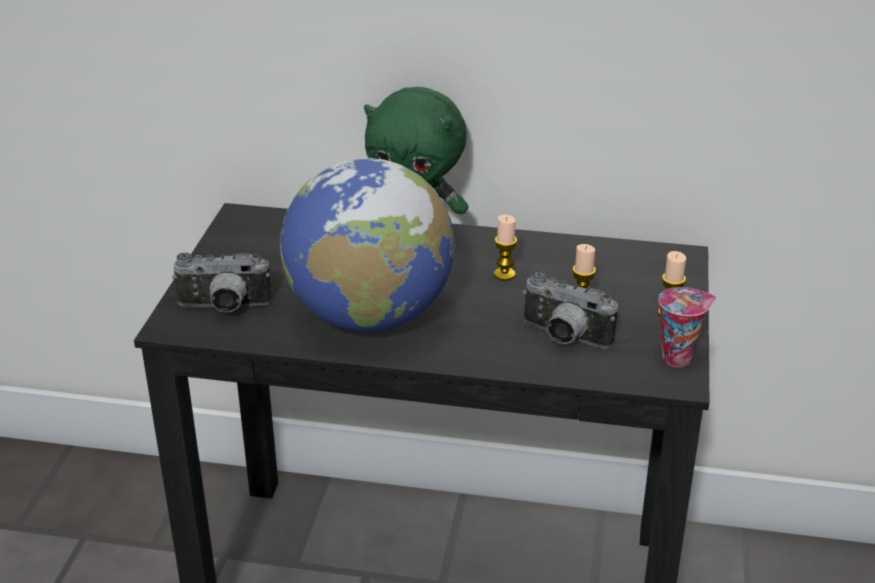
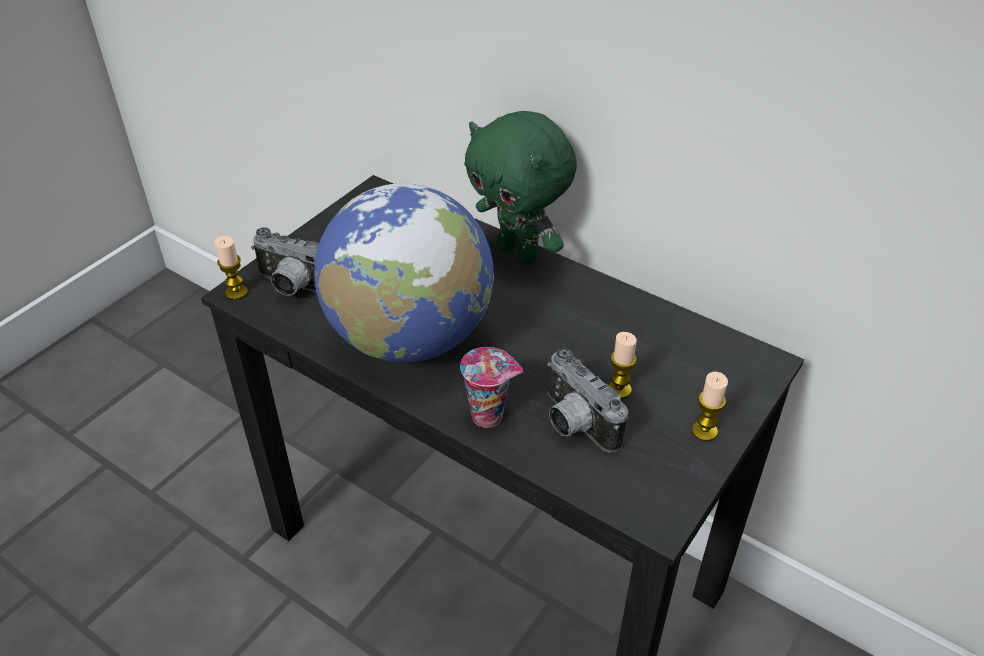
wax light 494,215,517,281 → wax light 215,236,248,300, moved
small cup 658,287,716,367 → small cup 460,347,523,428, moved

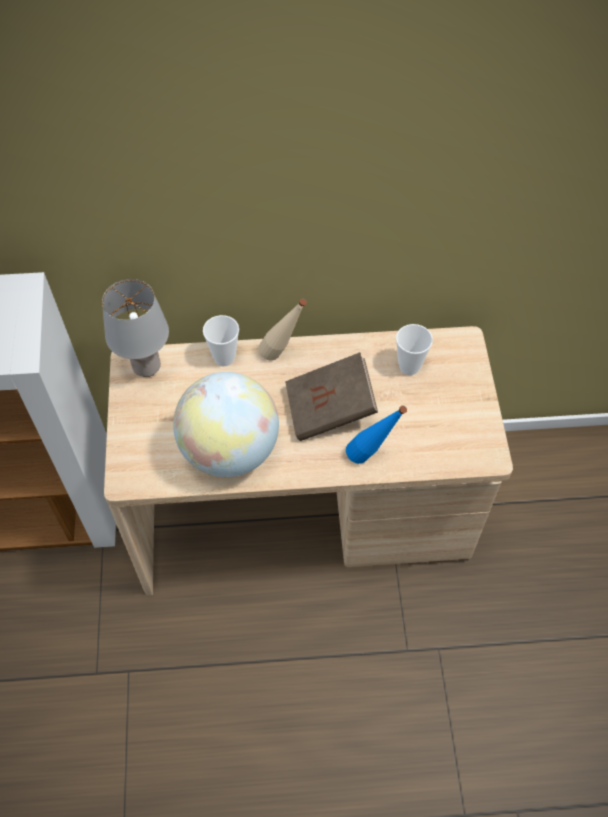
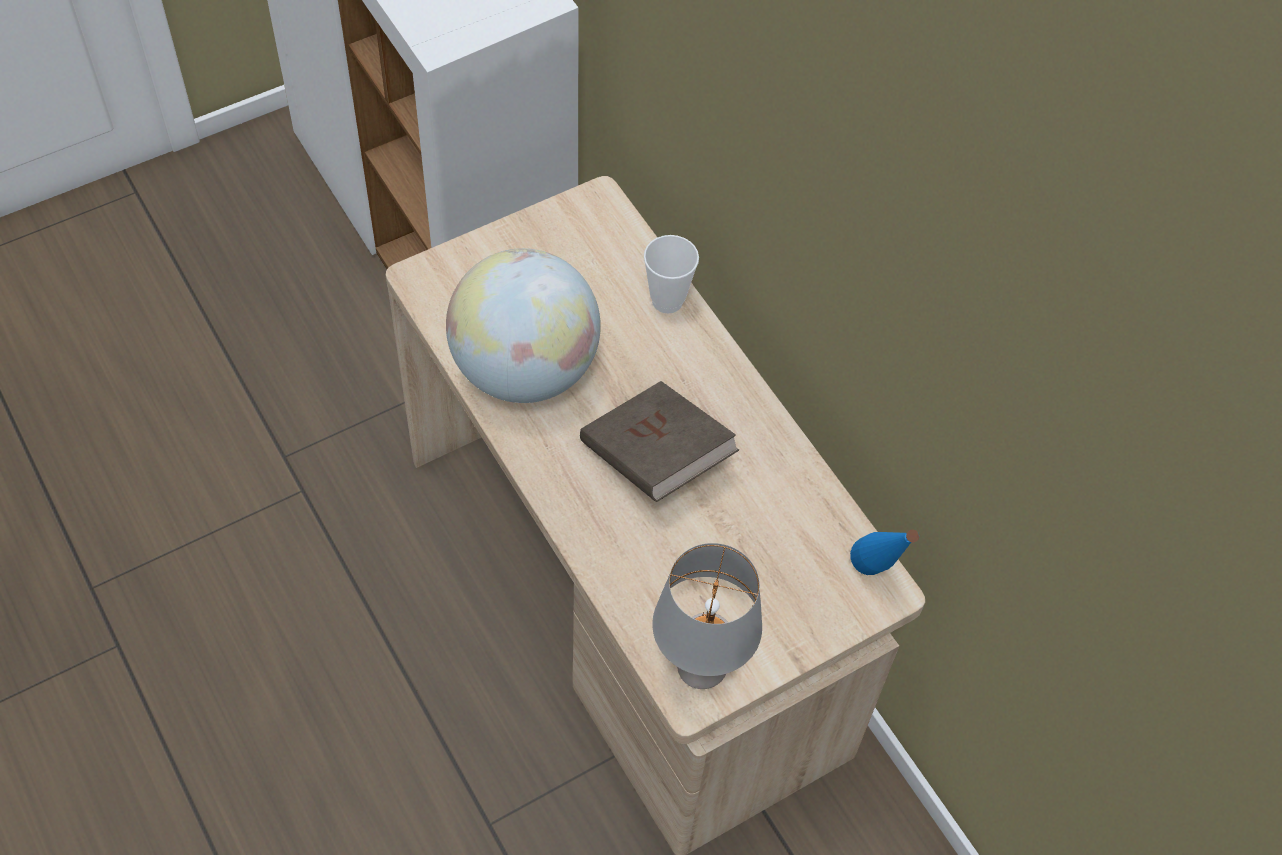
tabletop lamp/grey 102,279,169,377 → tabletop lamp/grey 652,543,762,689, moved
bottle/bluish 346,406,407,464 → bottle/bluish 850,530,919,575, moved
bottle/beige 258,299,307,361 → -
small cup 396,324,433,375 → -

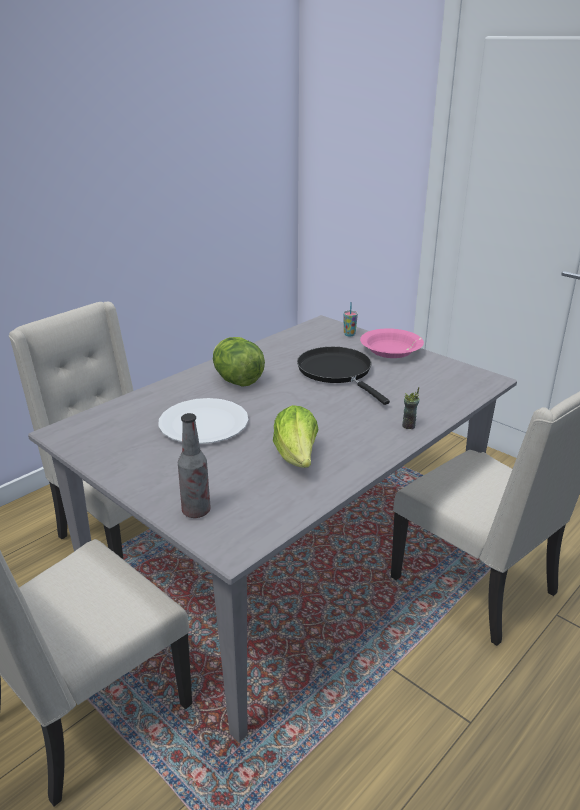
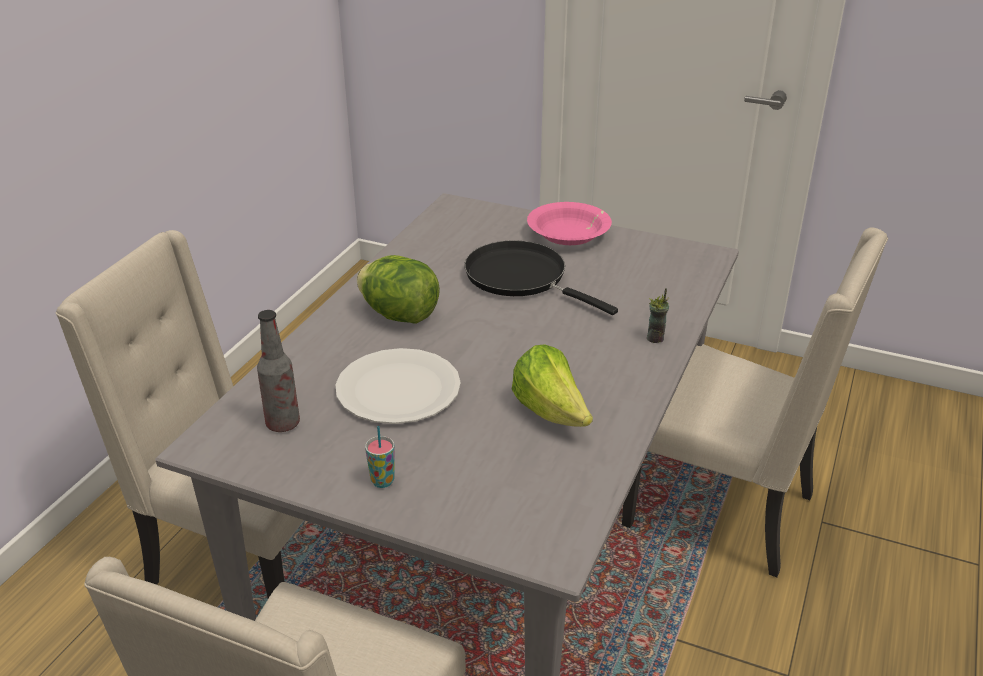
bottle 178,413,211,518 → bottle 257,310,300,432, moved
small cup 343,302,358,337 → small cup 365,426,395,488, moved

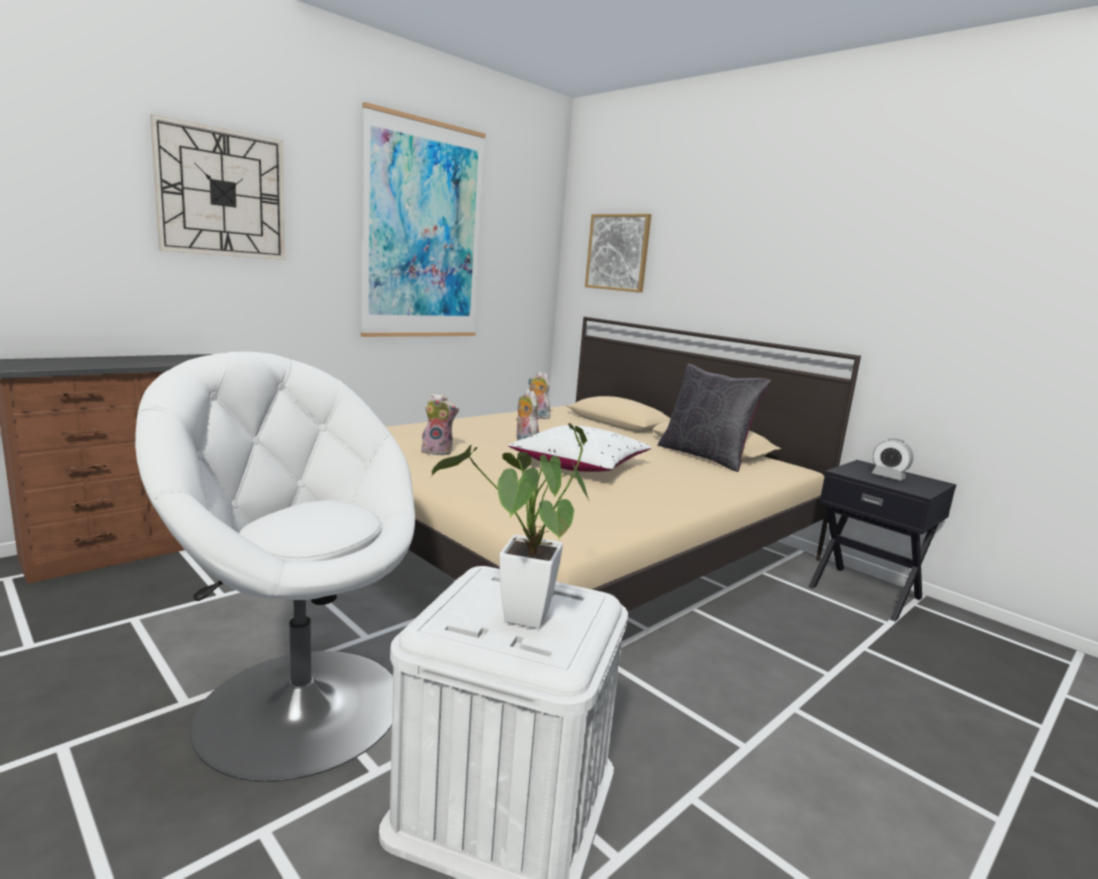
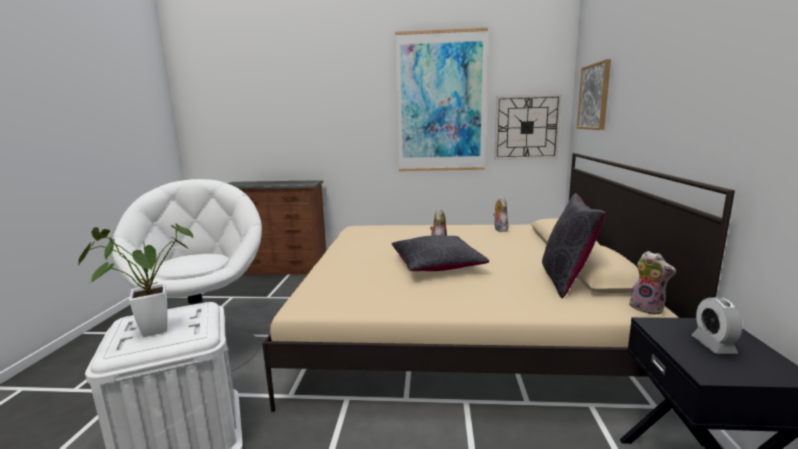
pillow/whitish 508,425,651,472 → pillow/blackish 392,235,489,271
wall clock 150,114,285,260 → wall clock 495,94,562,160, moved
soft toy 421,393,459,456 → soft toy 629,251,676,315, moved

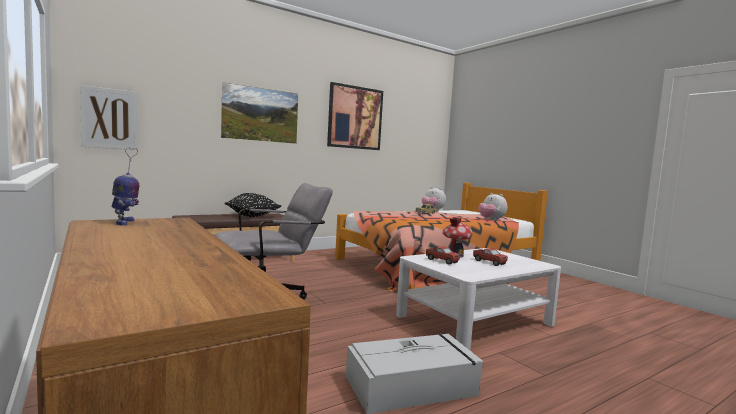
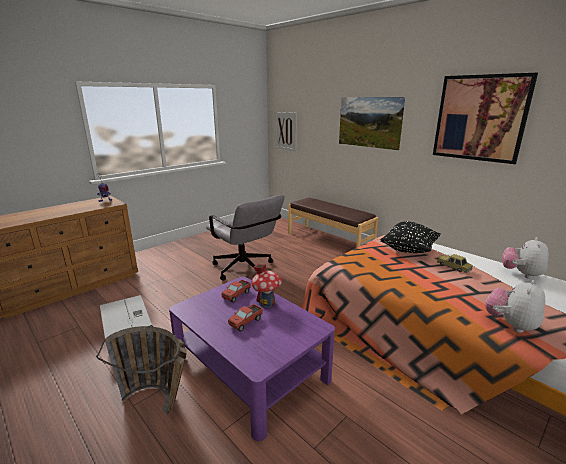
- → storage basket 96,326,187,415
low table/whitish 396,248,561,350 → low table/purplish 169,277,335,441
pillow/blackish 224,193,281,217 → pillow/blackish 380,221,441,253, moved

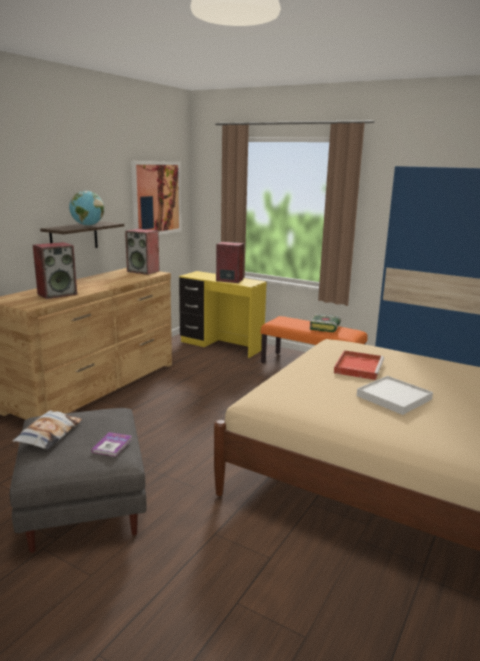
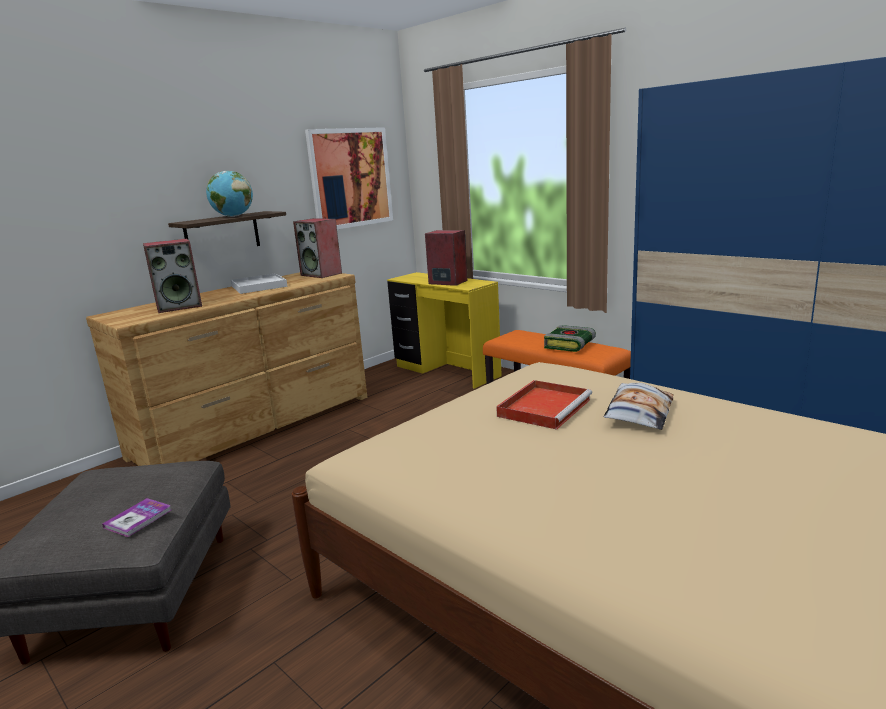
tray/whitish 357,376,433,415 → tray/whitish 231,273,287,294, moved
pillow 12,410,82,450 → pillow 603,383,674,430, moved

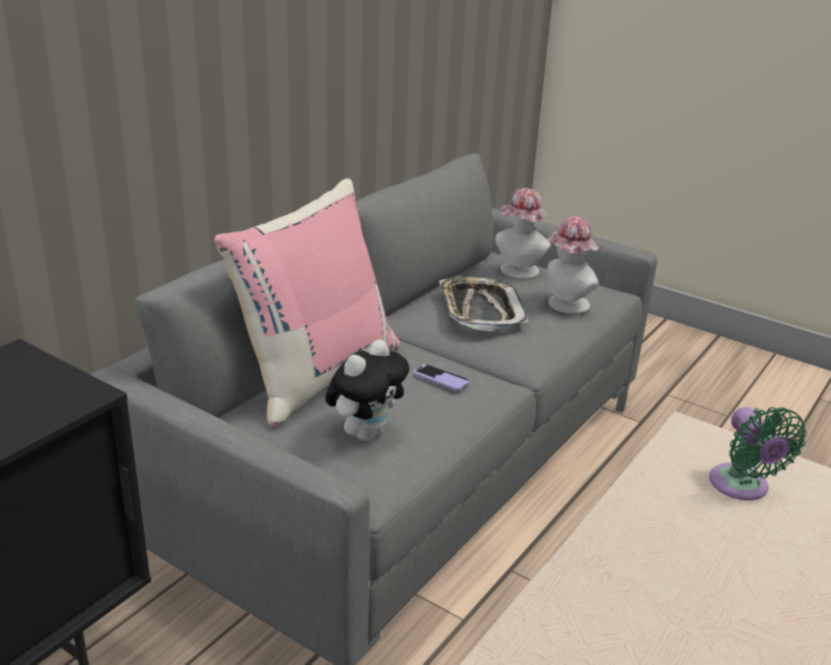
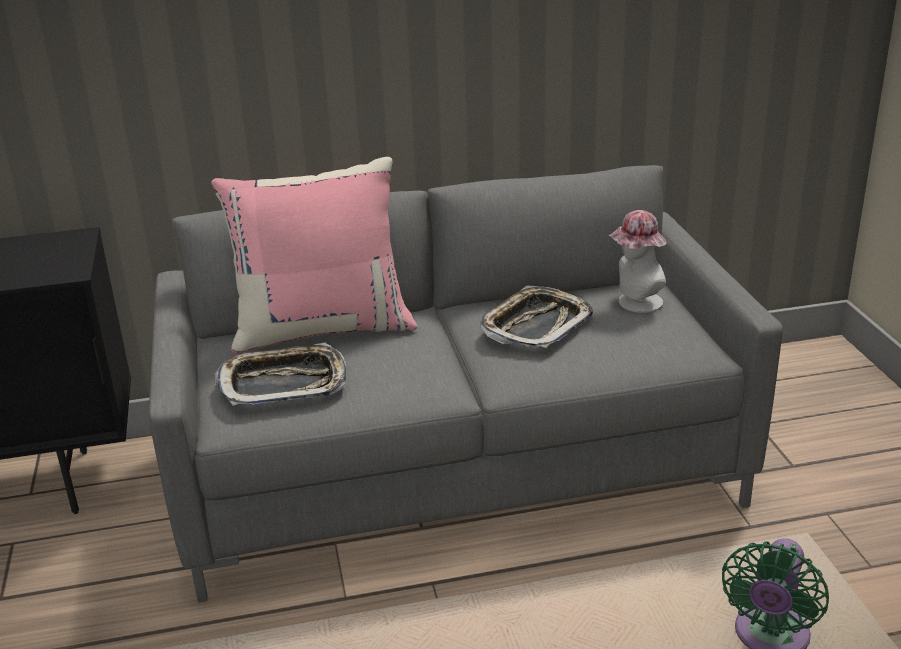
soft toy 325,339,410,441 → tray 215,342,347,406
handset 413,364,470,391 → -
clothing hat 546,217,599,314 → -

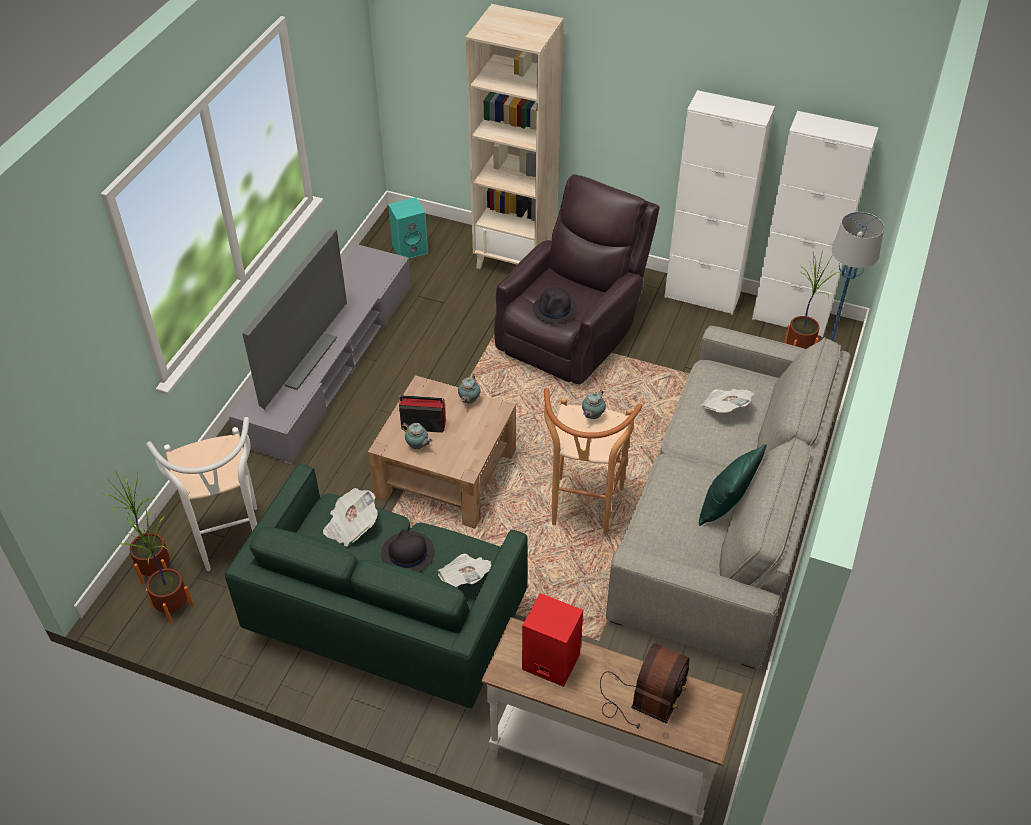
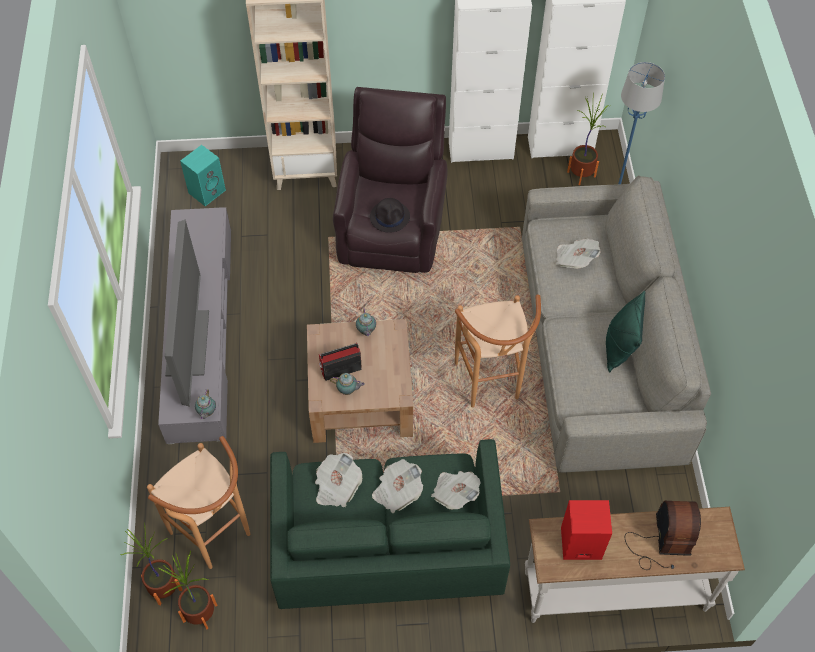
sitting stool/whitish 146,417,257,571 → sitting stool/brown 147,436,250,569
pot for tea 582,389,606,419 → pot for tea 195,389,216,420, moved
clothing hat/blackish 381,529,435,572 → daily paper 372,459,423,513

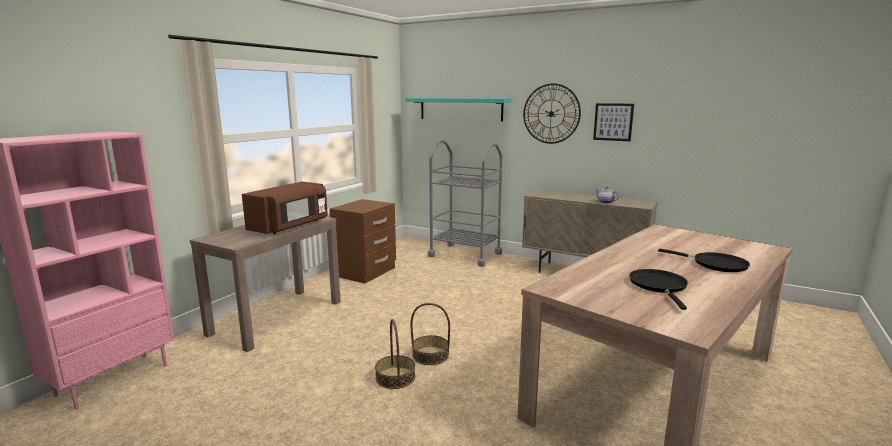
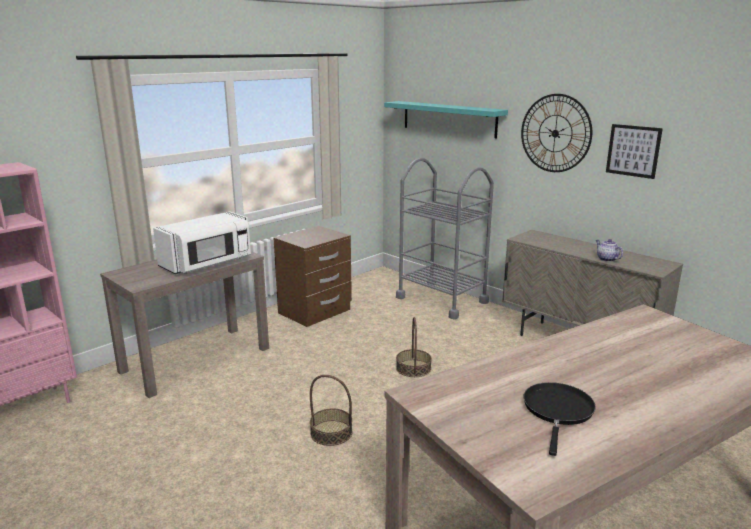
kitchen microwave/brown 242,182,328,234 → kitchen microwave/whitish 153,212,251,274
storage basket 375,319,415,389 → storage basket 396,317,432,377, moved
pan/blackish 658,249,750,272 → -

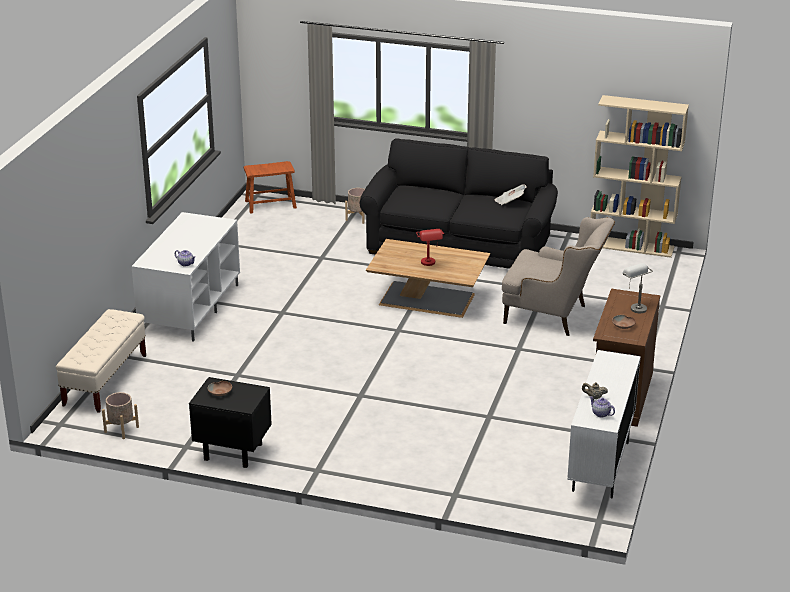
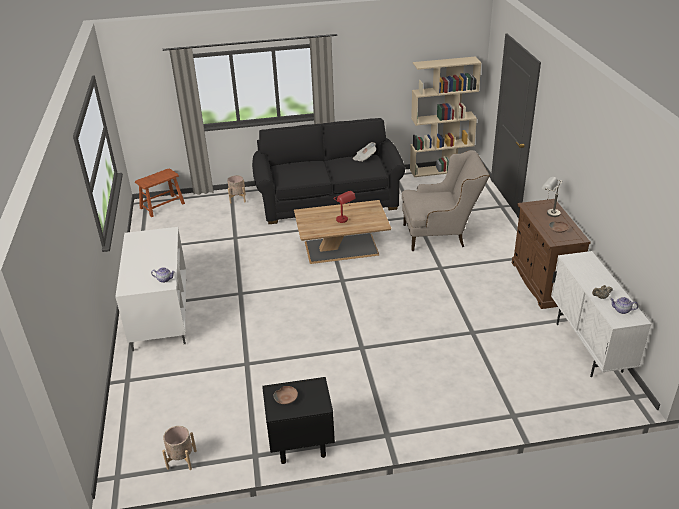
bench/beige 56,309,146,413 → -

